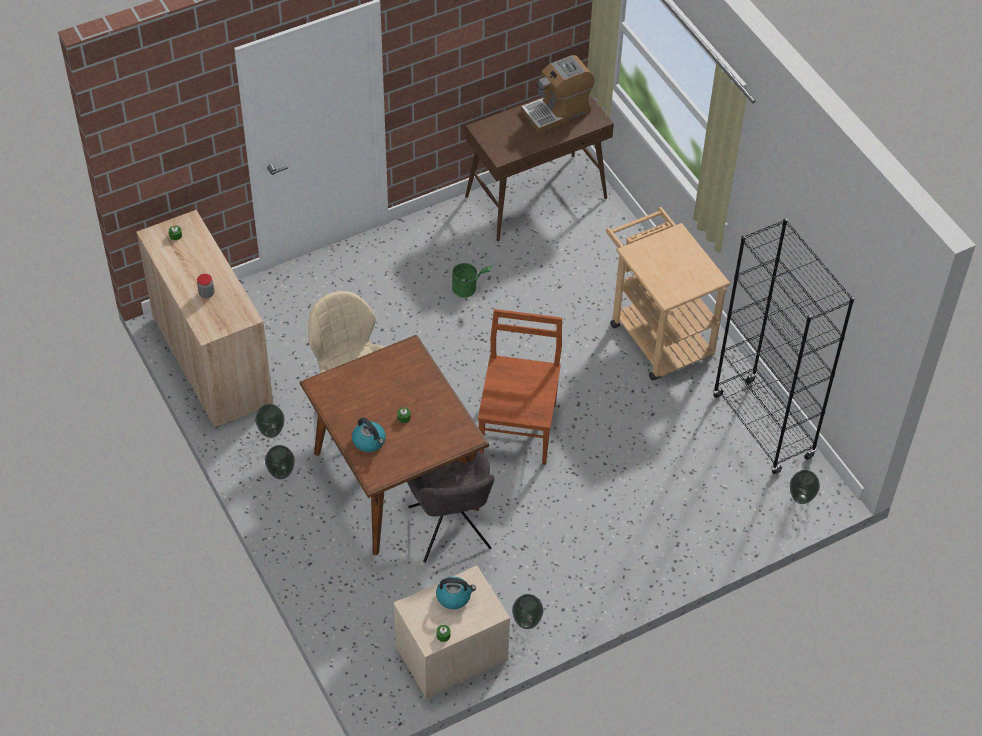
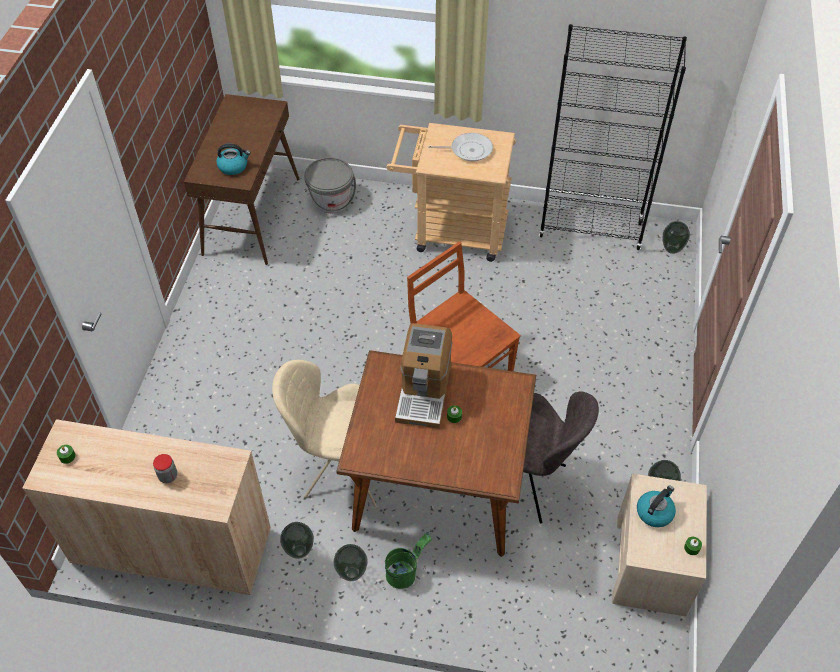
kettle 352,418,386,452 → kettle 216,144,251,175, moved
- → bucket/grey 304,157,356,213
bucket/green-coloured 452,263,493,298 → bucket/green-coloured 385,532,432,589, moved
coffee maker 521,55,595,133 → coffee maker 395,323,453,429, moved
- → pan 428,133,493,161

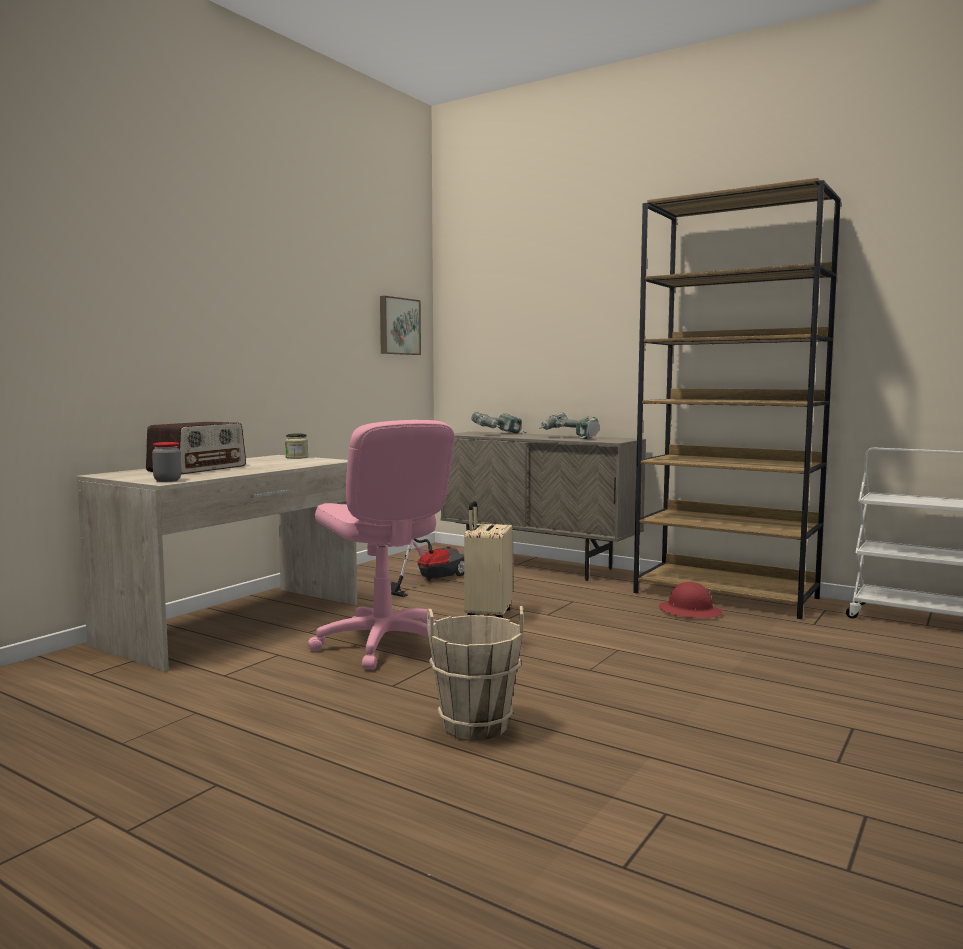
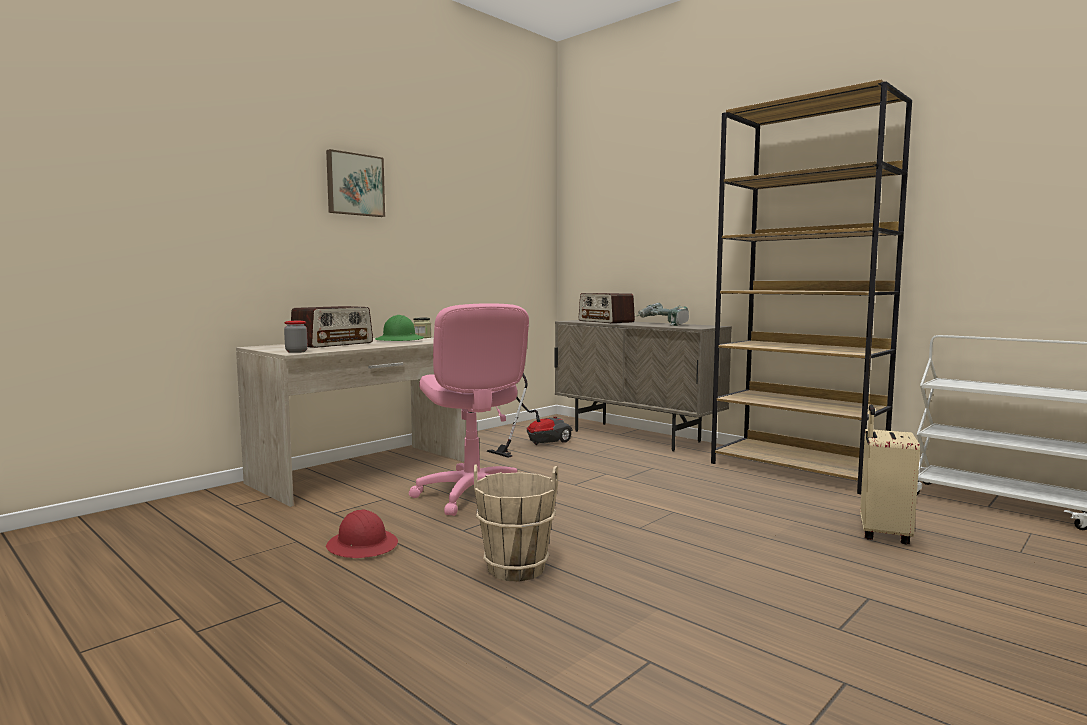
wall art 380,296,421,355 → wall art 326,149,385,217, moved
work helmet/reddish 659,582,723,618 → work helmet/reddish 326,509,398,558, moved
- → work helmet/green-coloured 375,315,424,341
power drill 471,411,527,434 → radio receiver 579,293,635,323
suitcase/beige 464,501,513,618 → suitcase/beige 860,405,920,545, moved

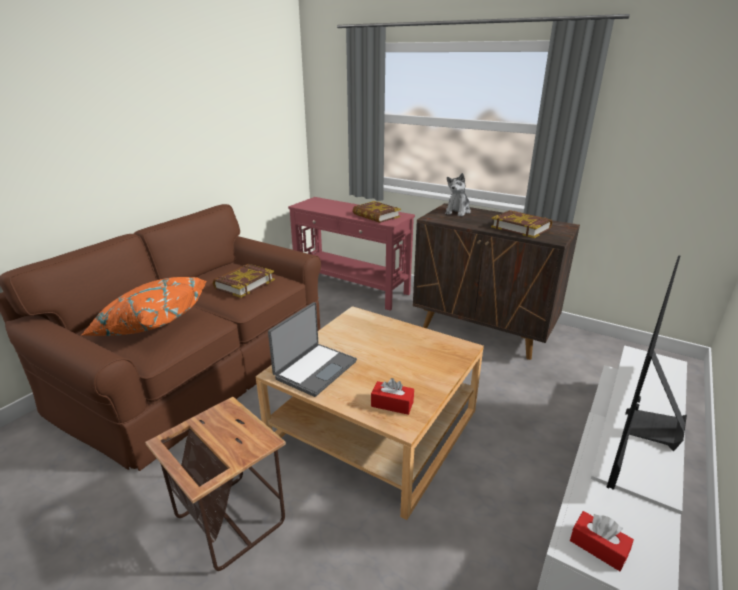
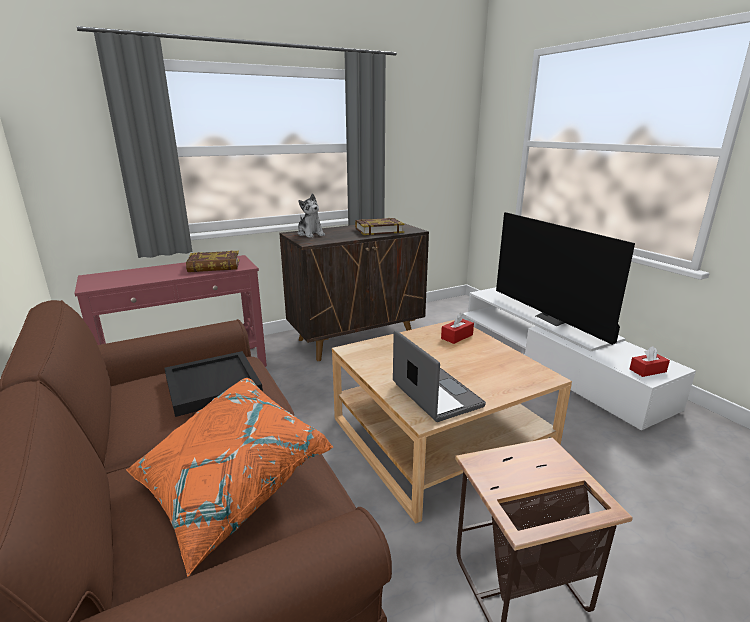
bound book 213,264,275,298 → tray/blackish 164,351,263,417
tissue holder/reddish 371,378,414,415 → tissue holder/reddish 441,313,474,344, moved

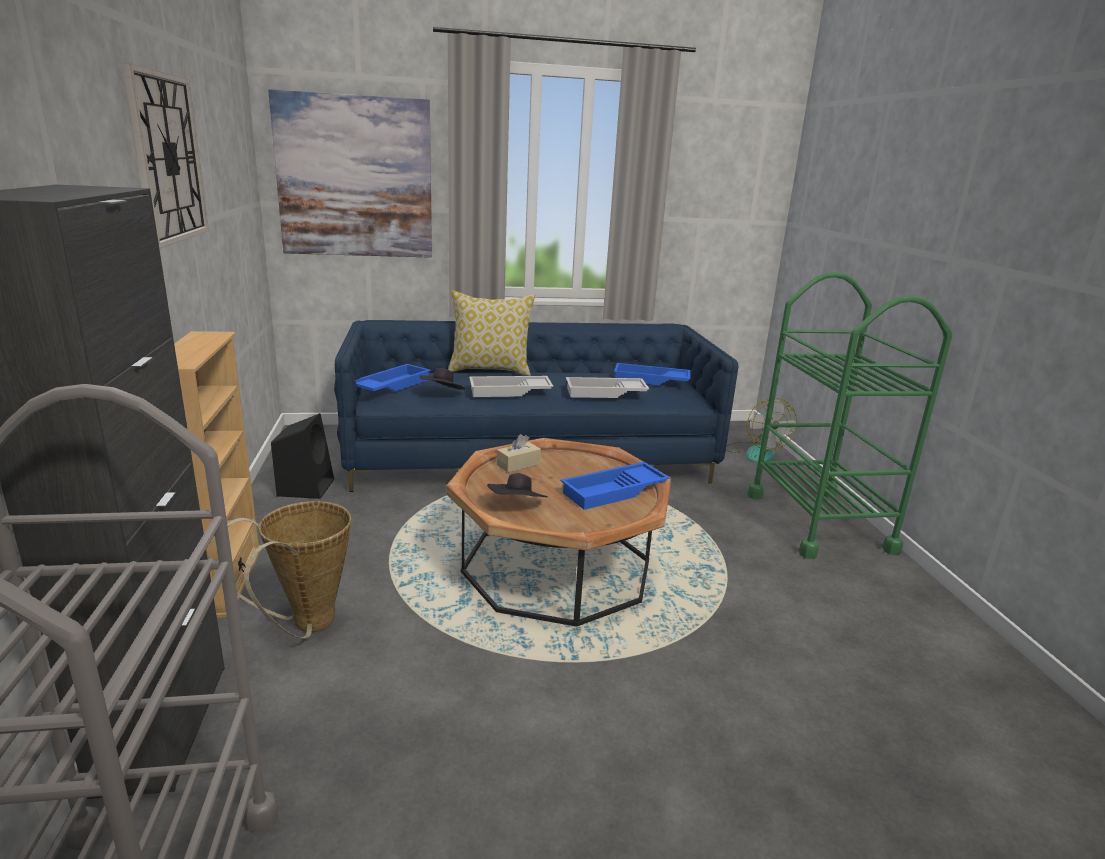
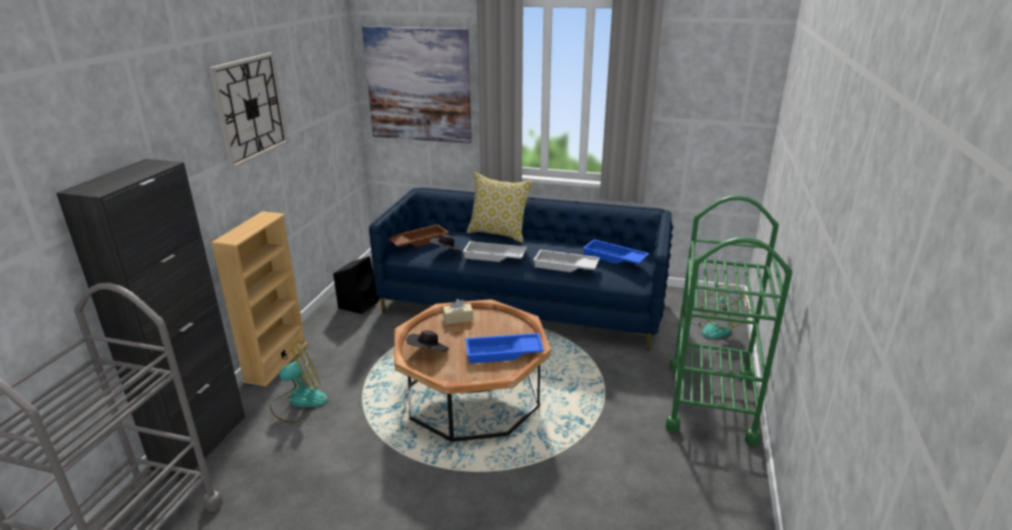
storage basket 209,501,352,639 → cooling fan 270,341,328,423
tray/bluish 356,364,431,392 → tray/brown 388,224,449,247

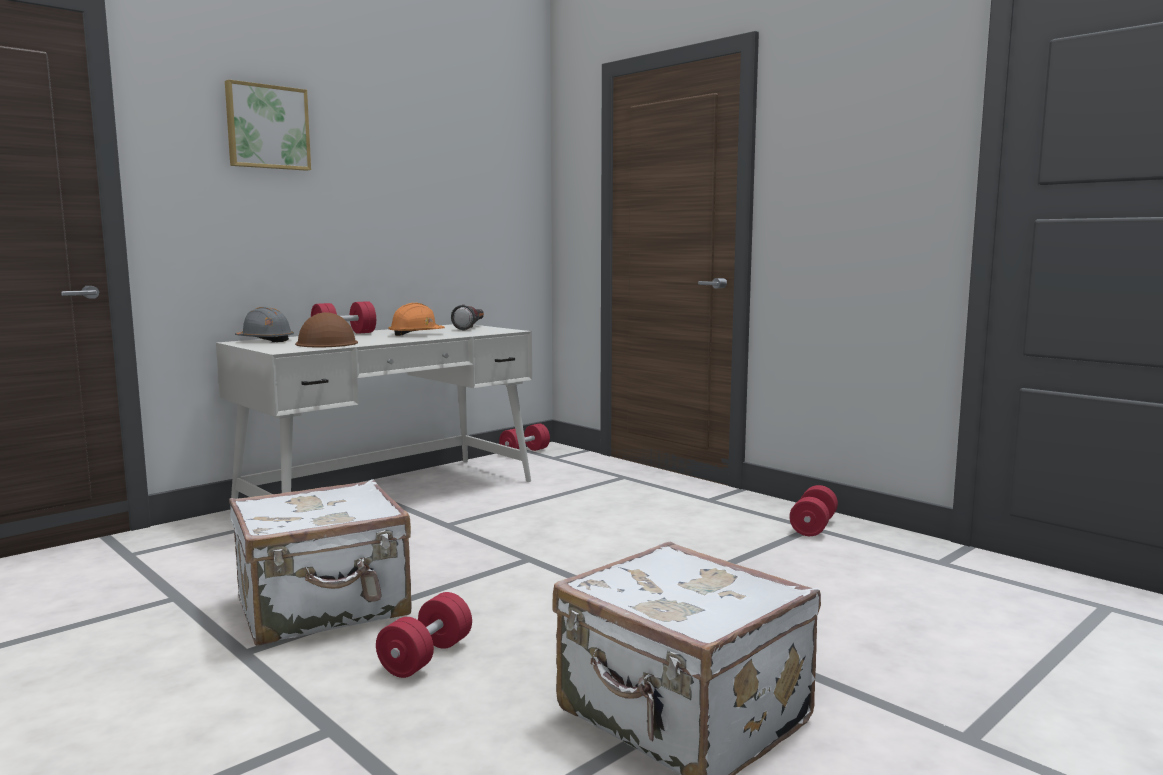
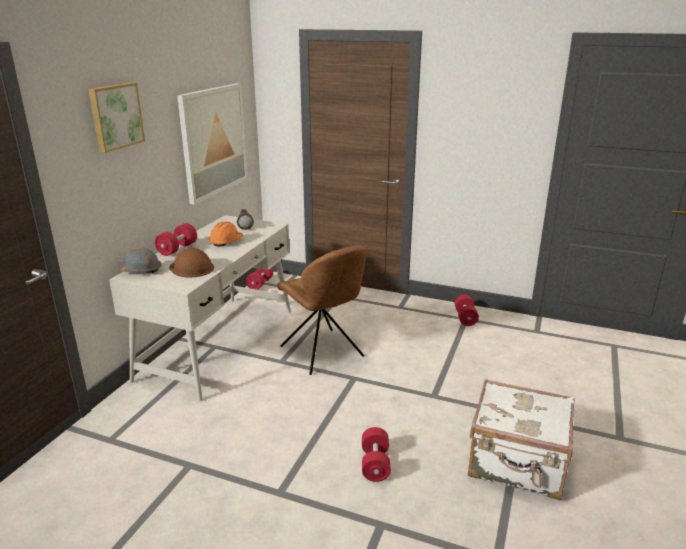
- → wall art 177,83,248,205
- → plain chair/brown 277,245,367,375
suitcase/whitish 229,479,412,646 → -

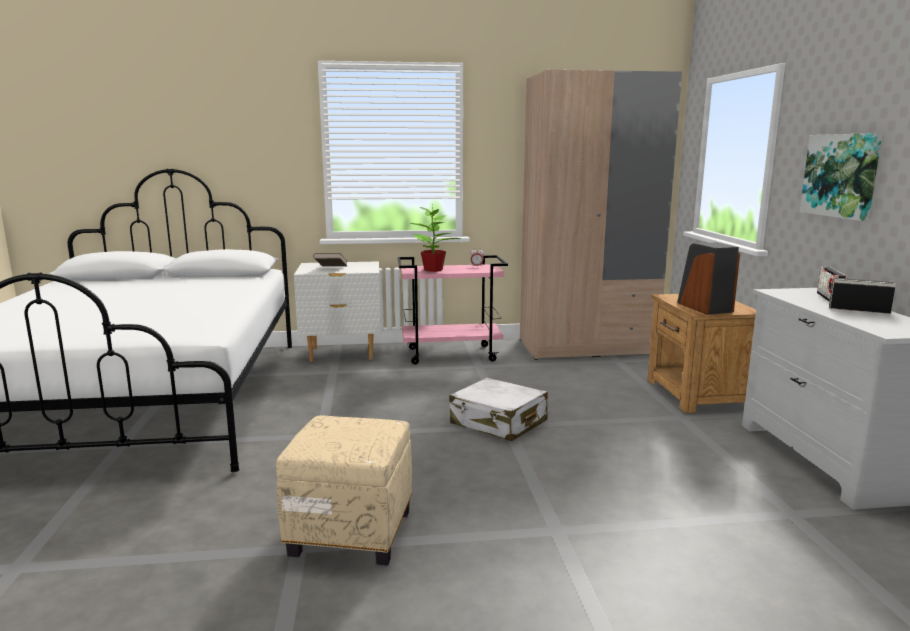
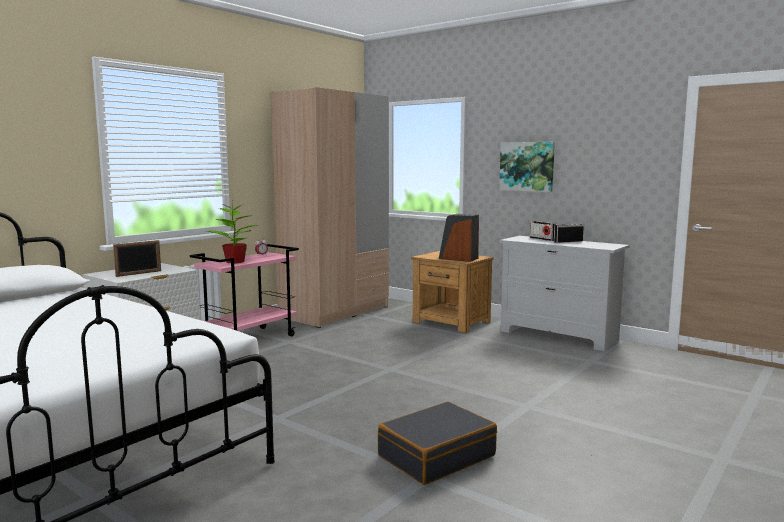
bound book/brown 313,253,348,267 → picture frame 113,240,161,277
ottoman/beige 276,416,412,566 → suitcase/blackish 378,402,497,485
suitcase/whitish 449,378,548,441 → -

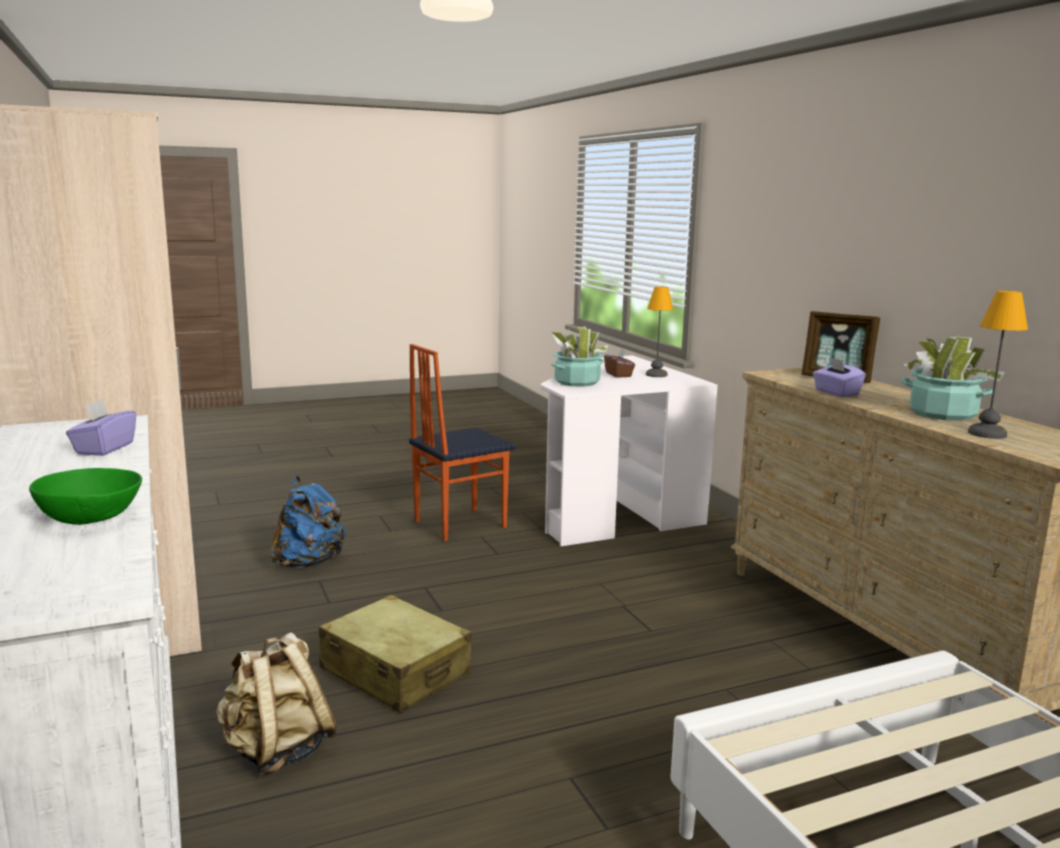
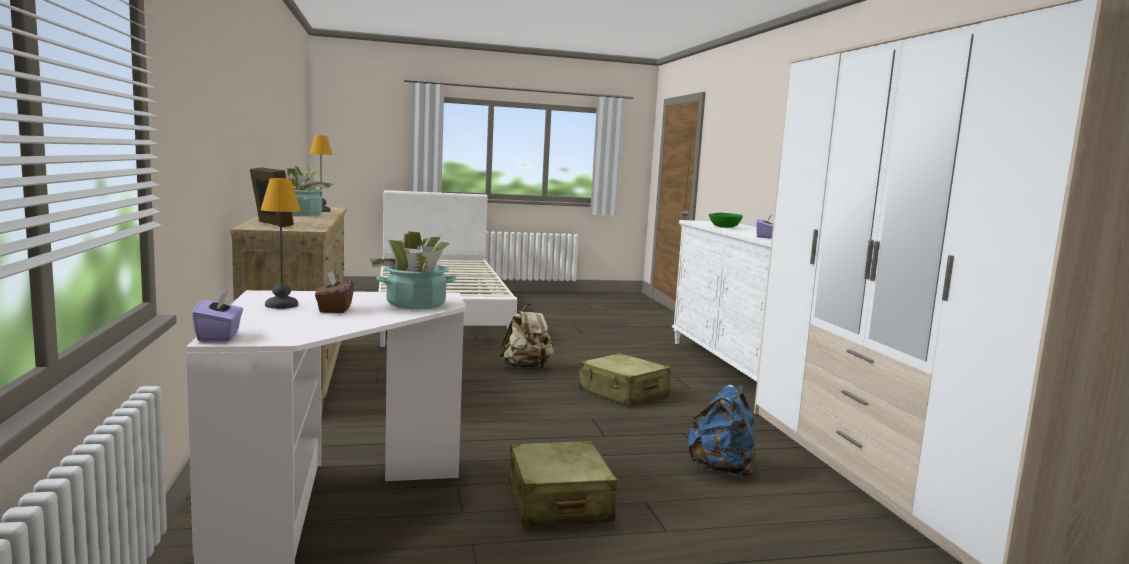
tissue holder/purplish 813,357,866,397 → tissue holder/purplish 192,290,243,342, moved
rucksack/beige 216,632,337,776 → rucksack/beige 499,304,554,369, moved
plain chair 409,344,515,542 → suitcase/beige 508,441,617,527

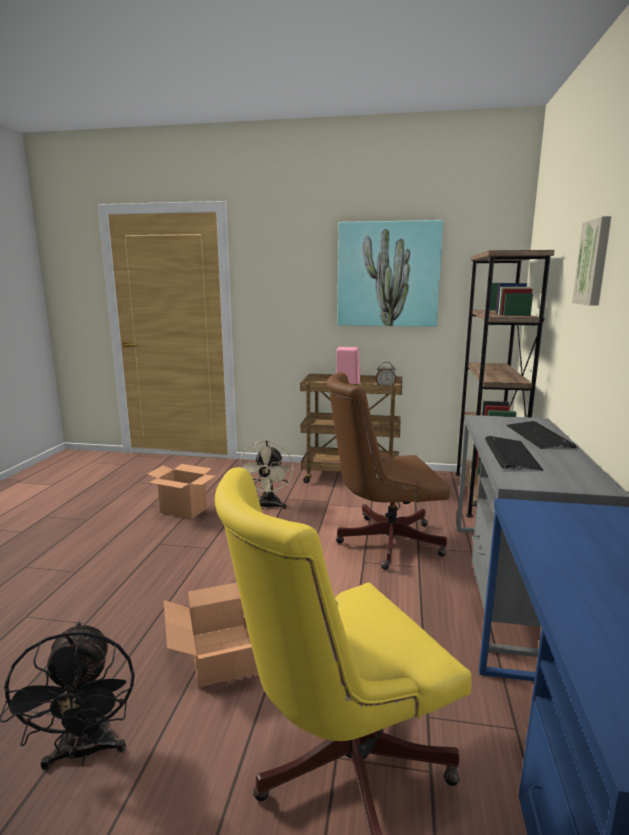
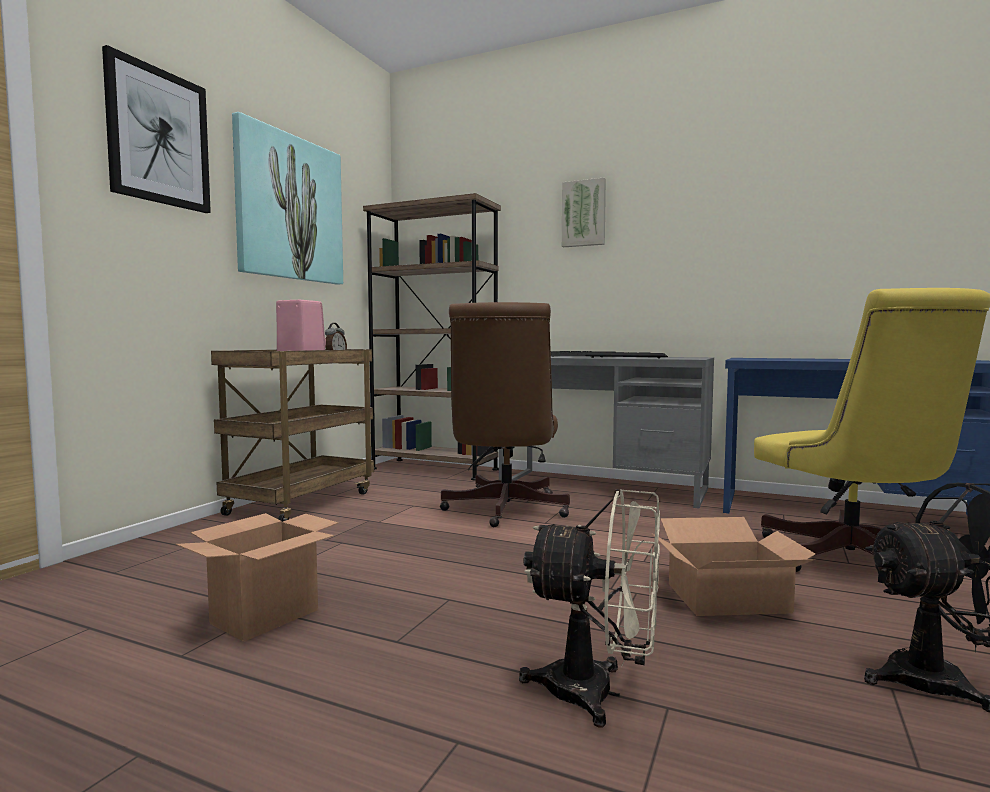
- → wall art 102,45,211,213
cooling fan/beige 239,440,294,510 → cooling fan/beige 519,489,660,728, moved

